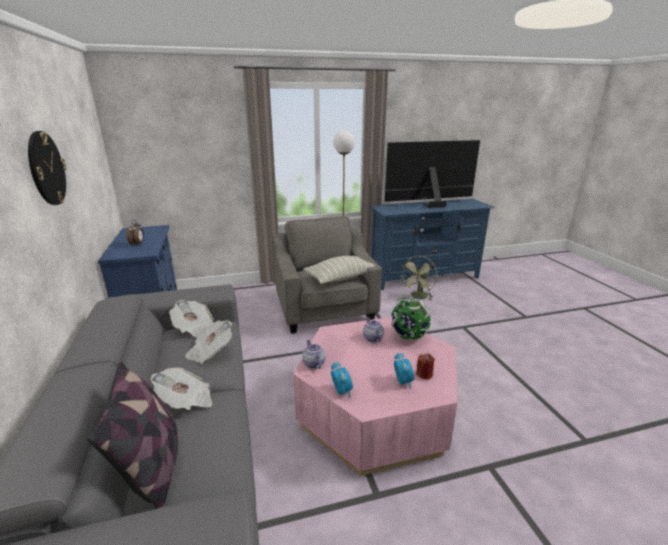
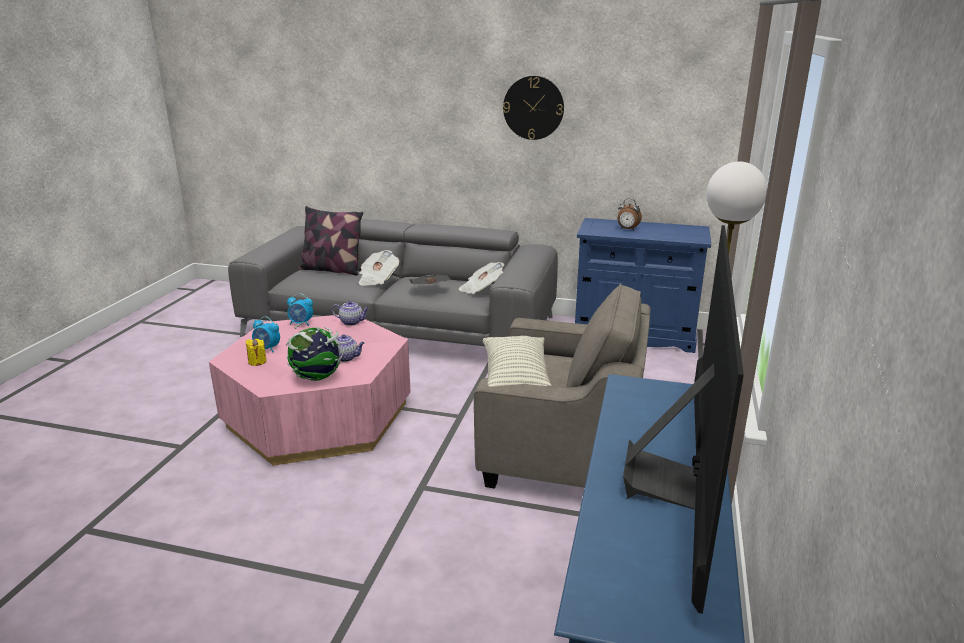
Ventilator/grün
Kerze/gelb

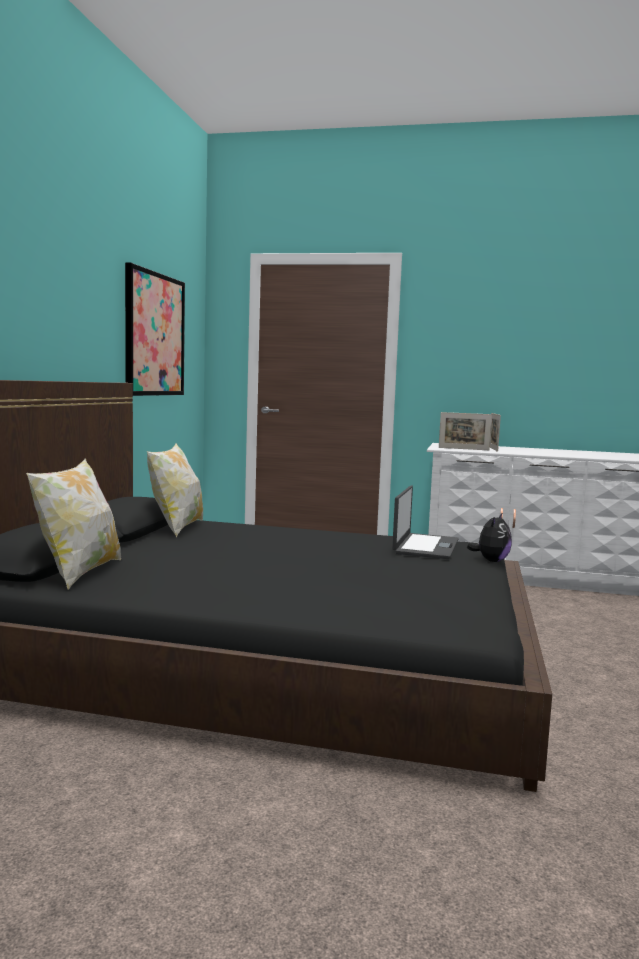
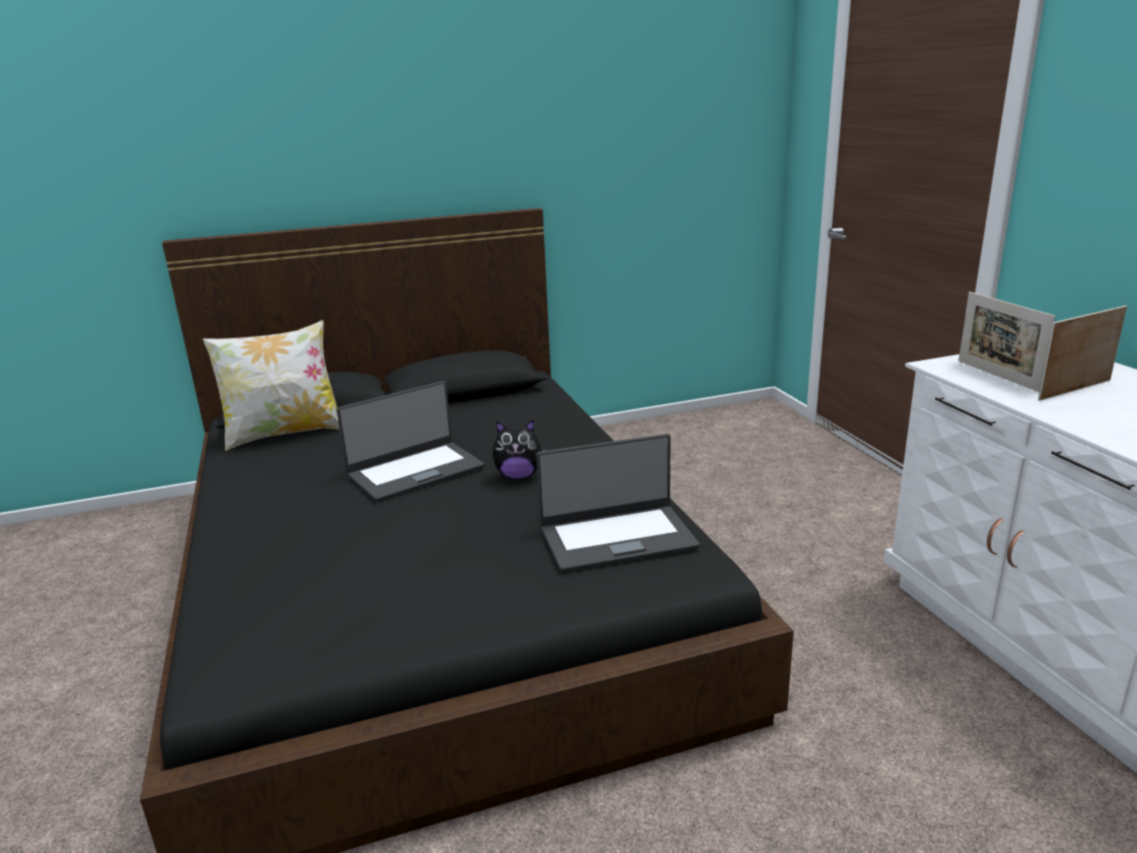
Bild
Kissen (2nd from left in the first image)
Plüschtier
Laptop (1st from left)

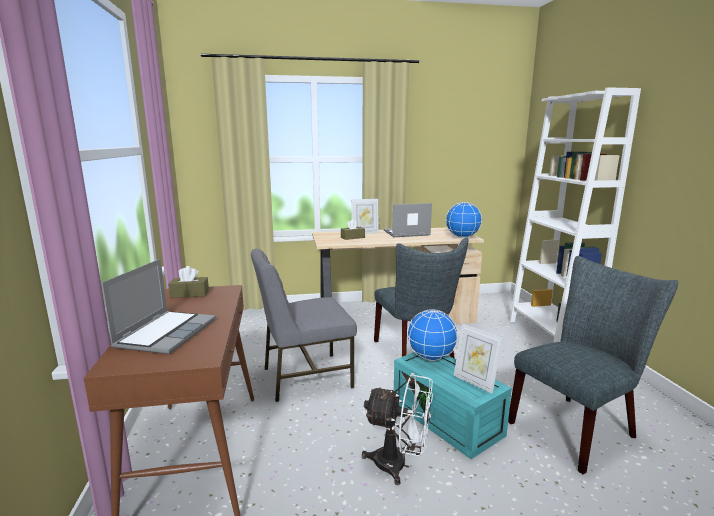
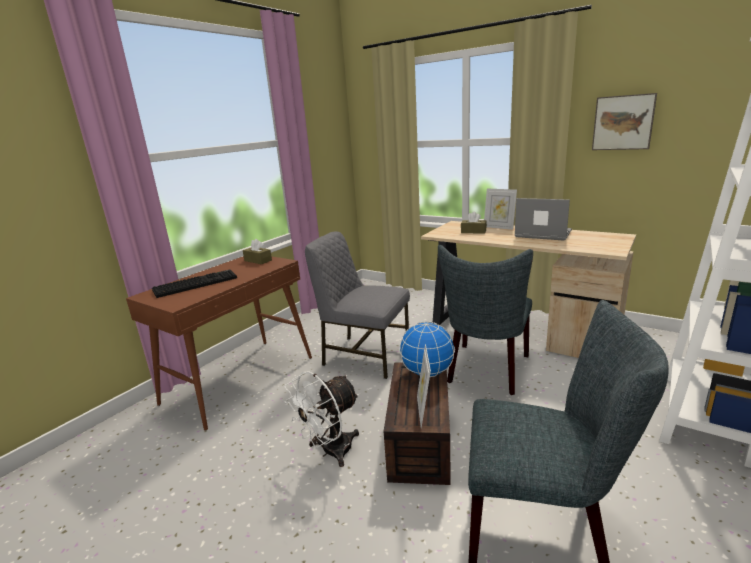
Globus (2nd from left in the first image)
Tastatur
Aufbewahrungsbox/braun
Ventilator/weiß
Bild

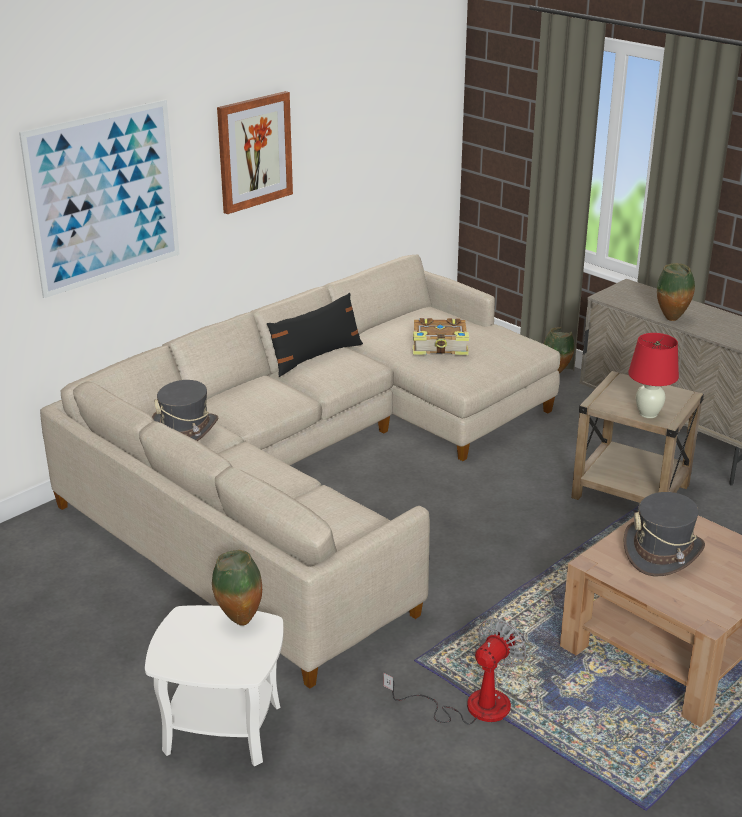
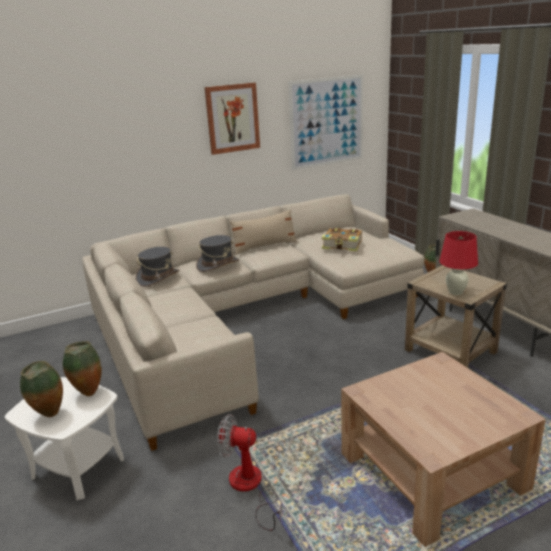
Bild (2nd from left)
Vase (1st from left)
Kissen/beige
Hut/grau (2nd from left)
Ventilator

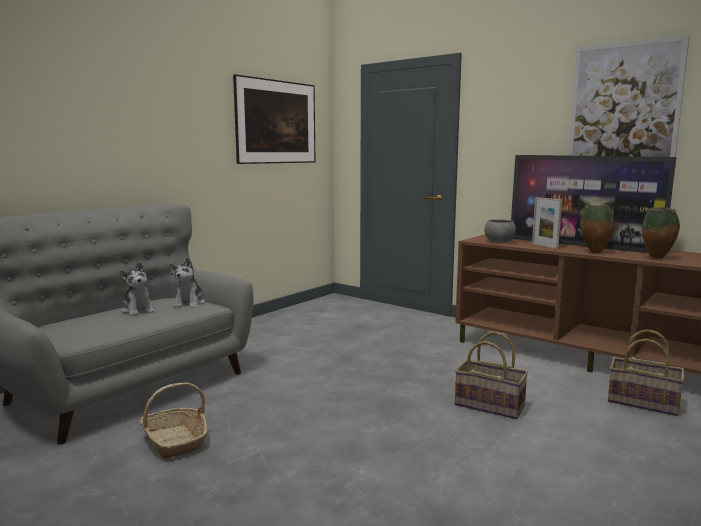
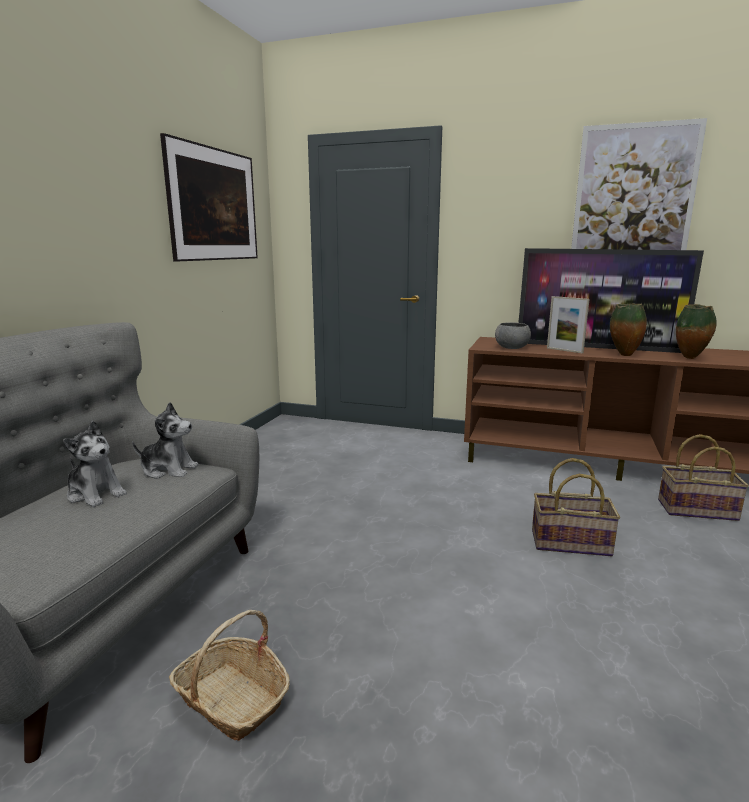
Plüschtier (2nd from left)

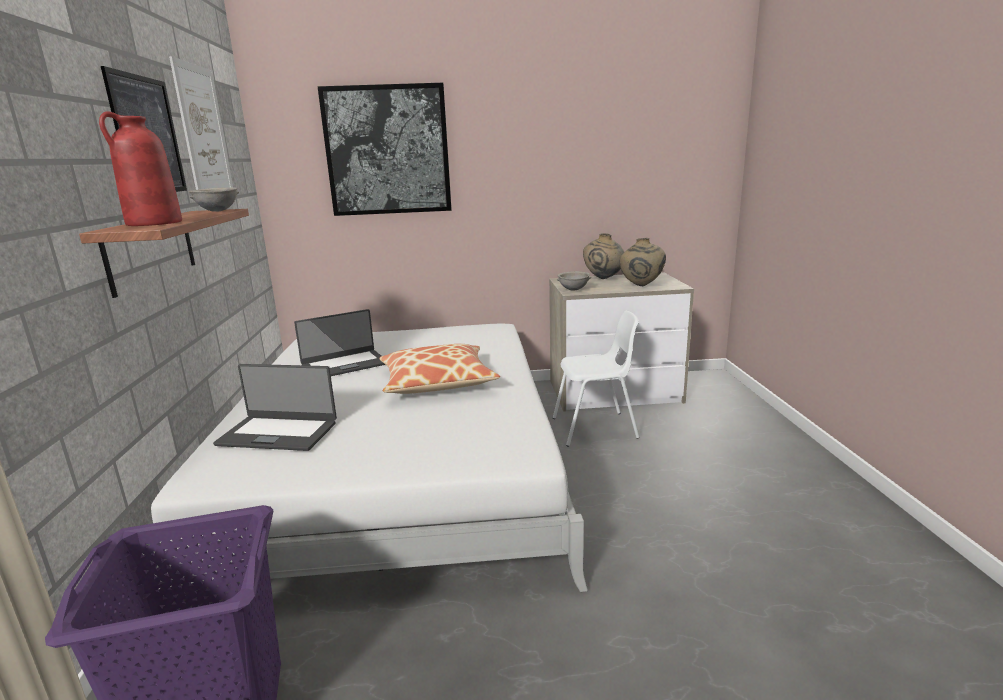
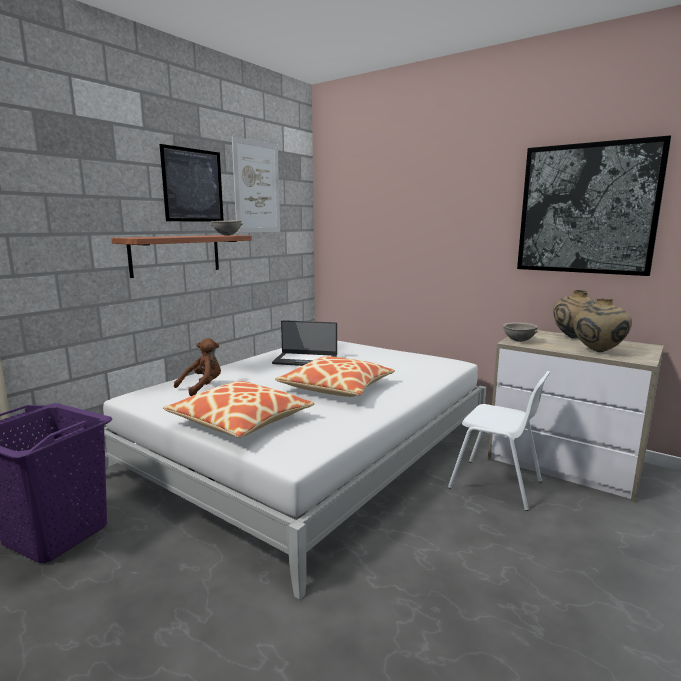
Bild (3rd from left)
Vase/rot
Plüschtier/braun
Kissen (1st from left)

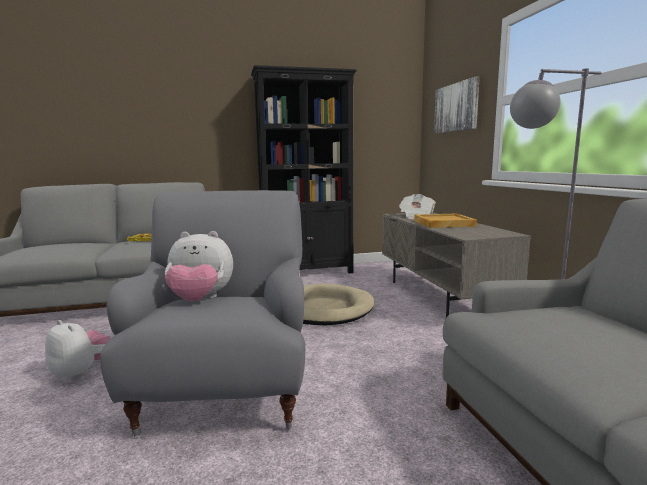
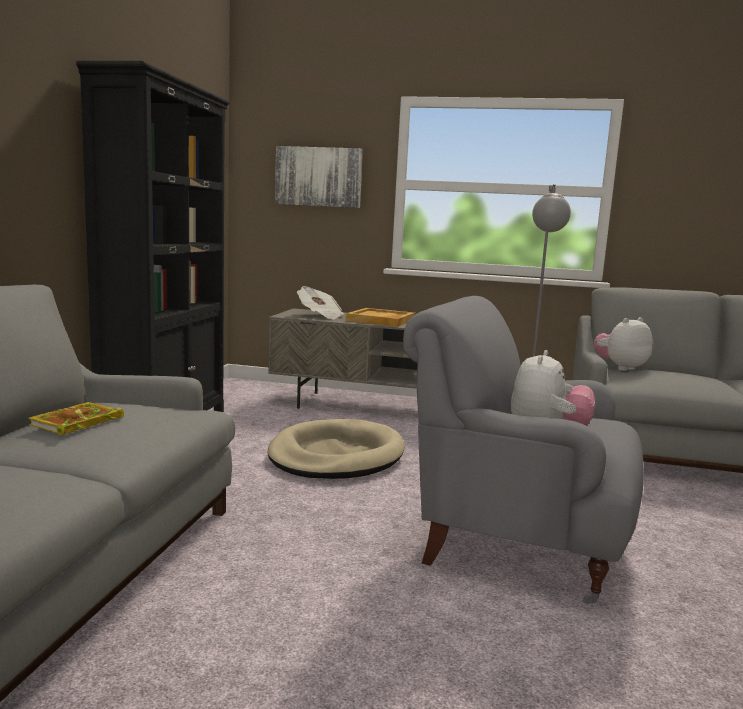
Plüschtier (2nd from left)

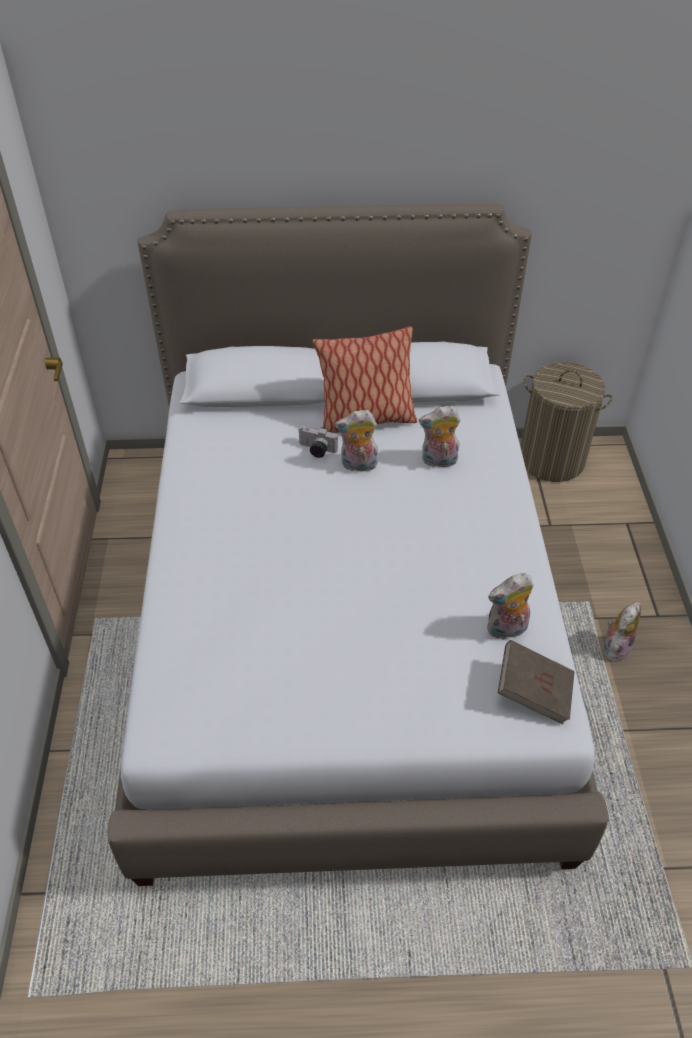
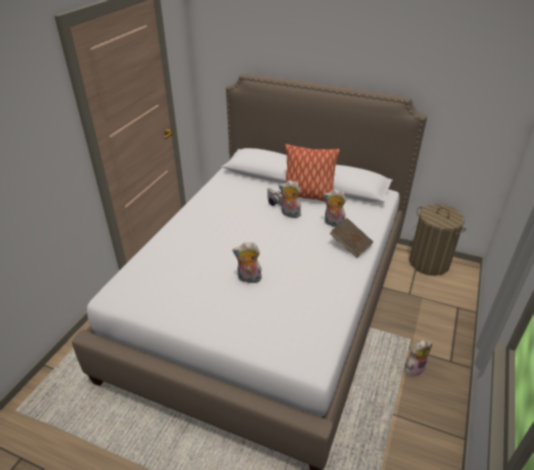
Plüschtier (1st from left)
Buch/braun

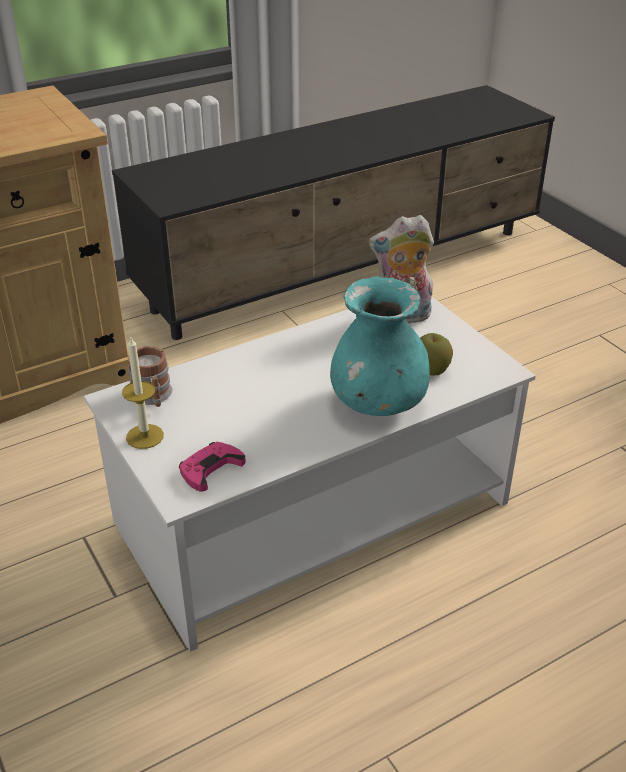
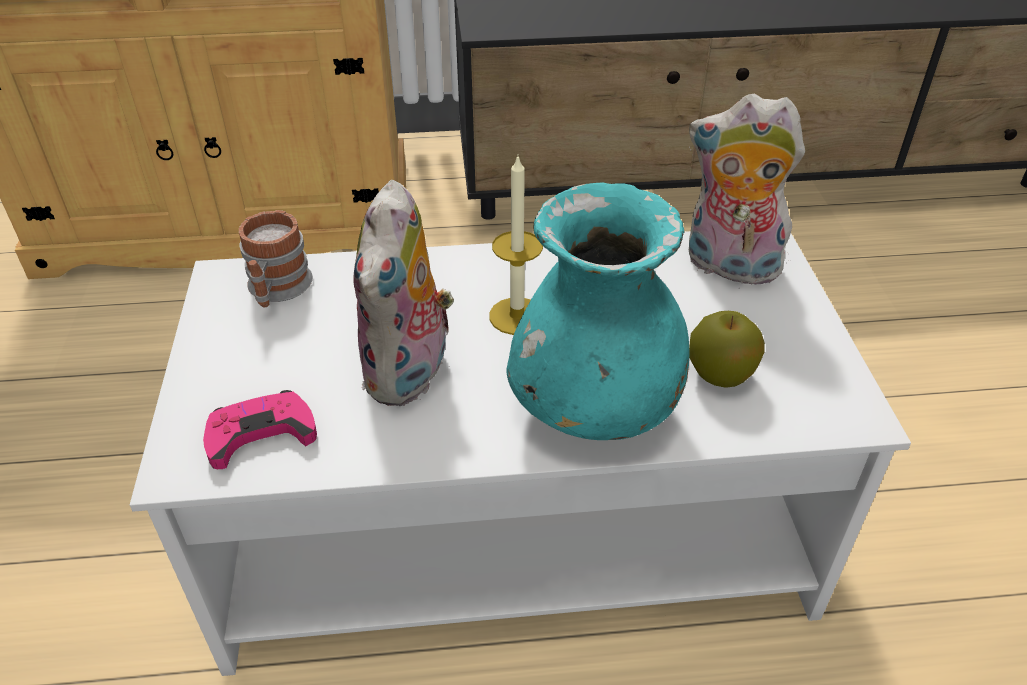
Kerze
Plüschtier (1st from left)

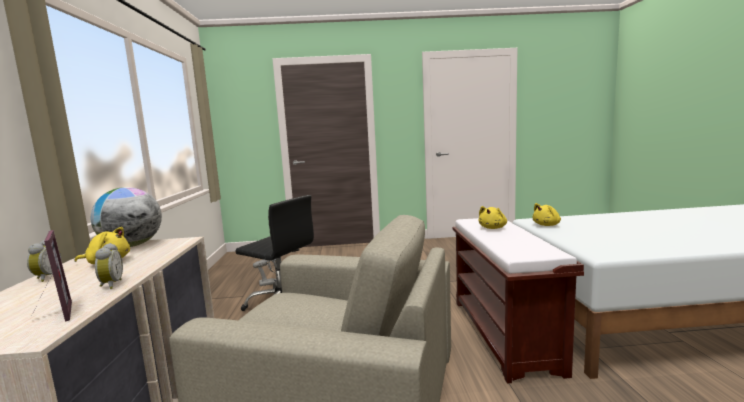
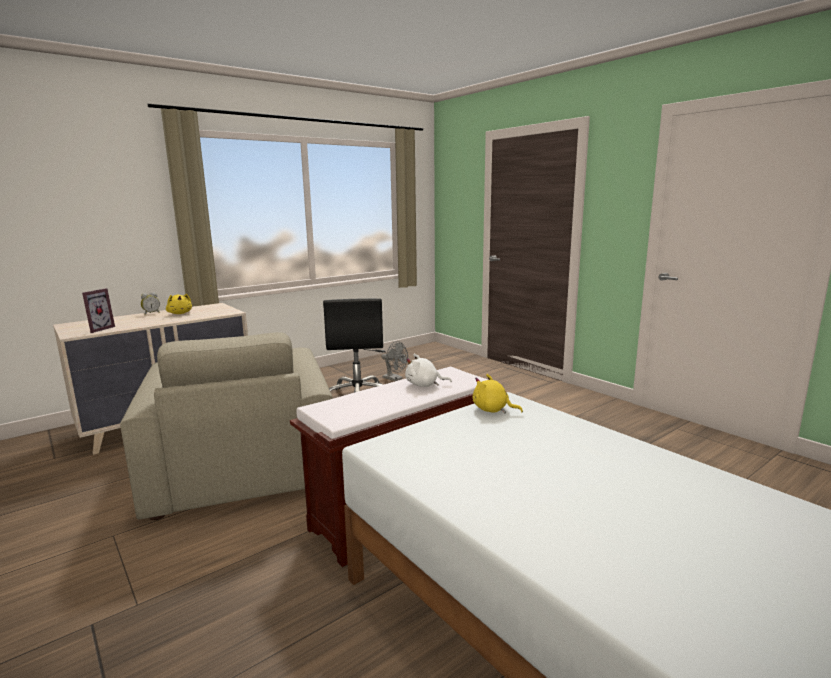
Globus
Plüschtier/weiß
Wecker (2nd from left in the first image)

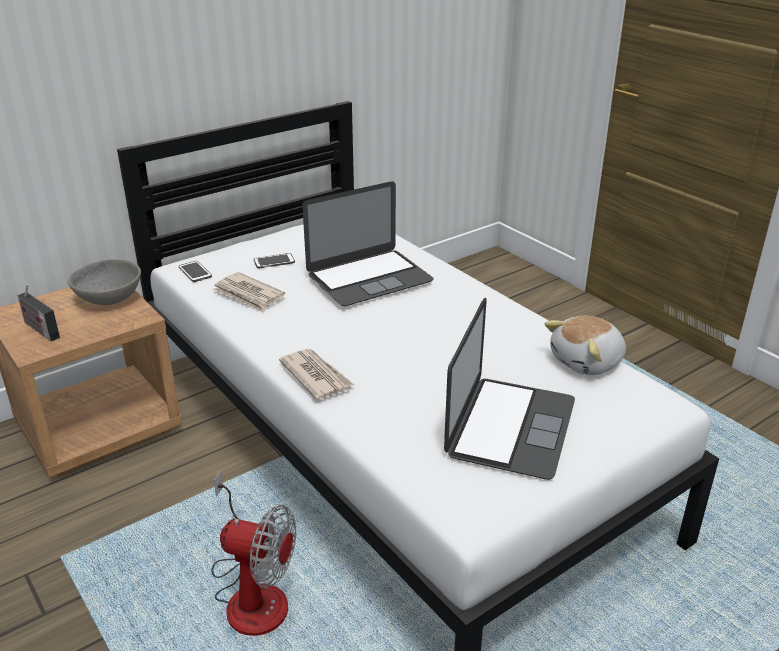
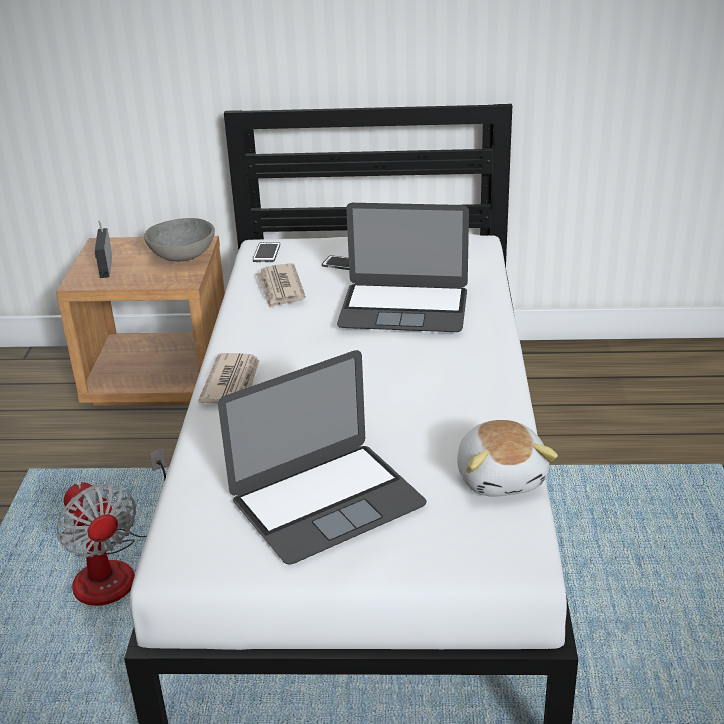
Plüschtier

